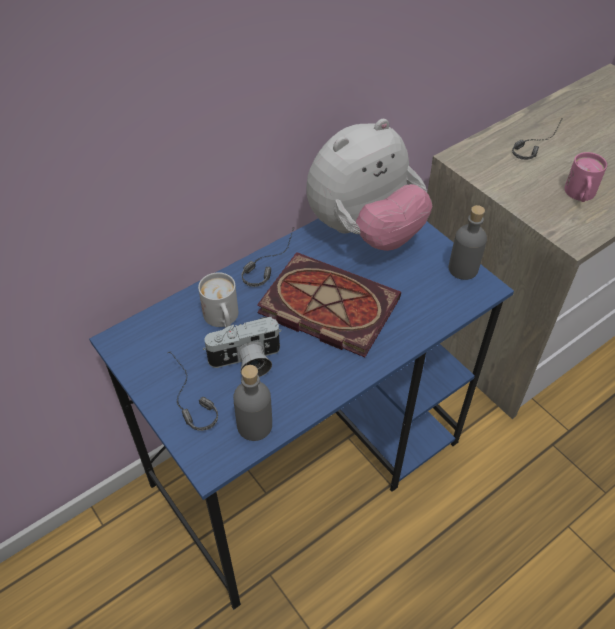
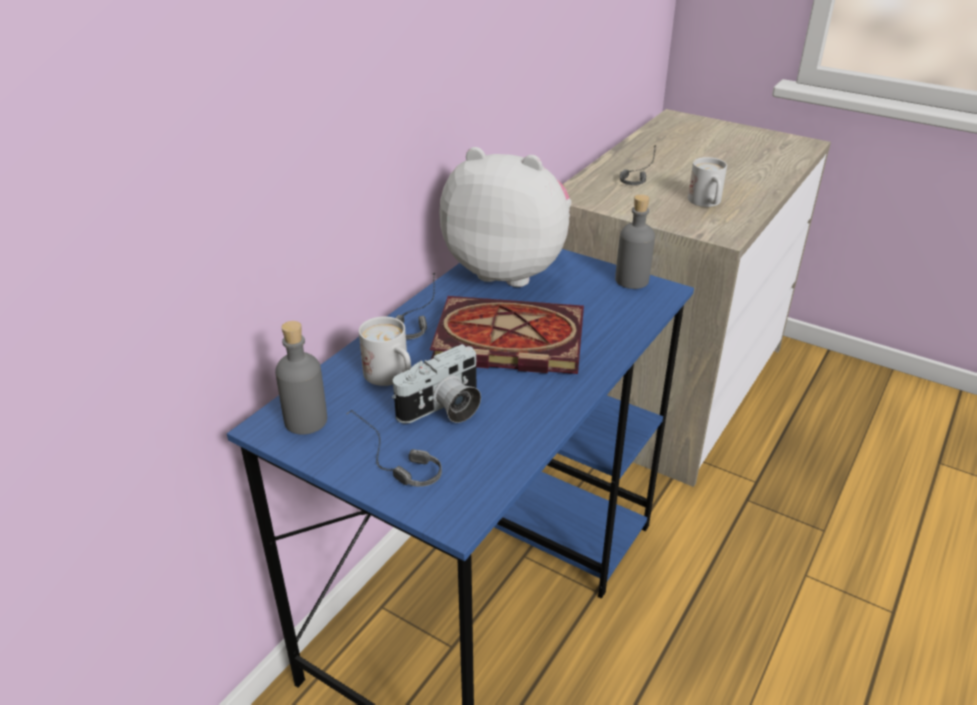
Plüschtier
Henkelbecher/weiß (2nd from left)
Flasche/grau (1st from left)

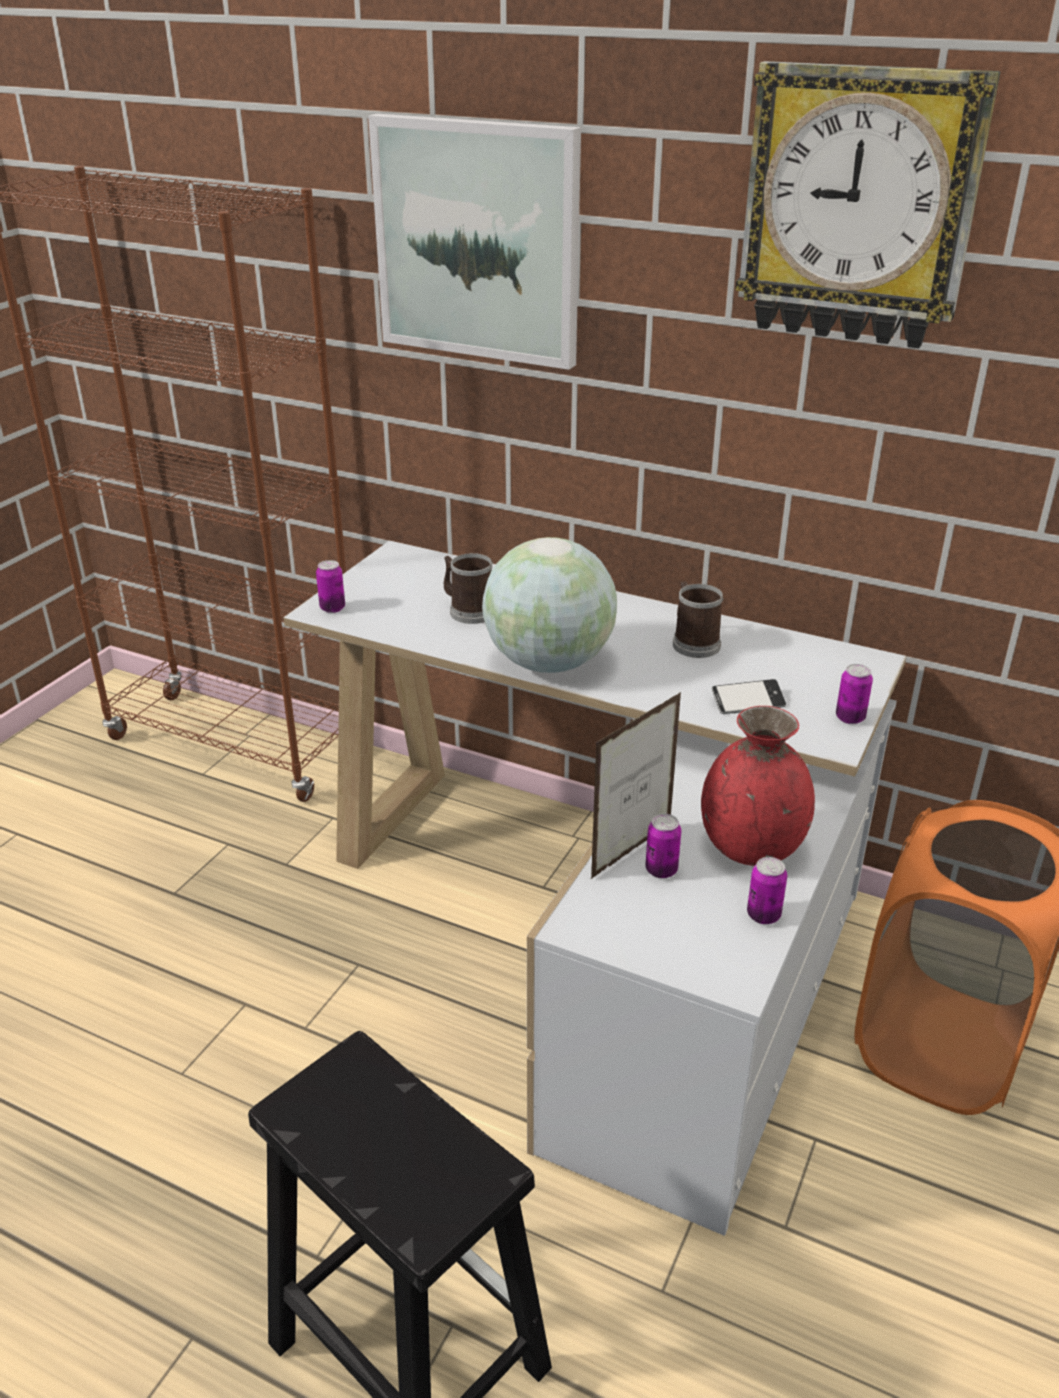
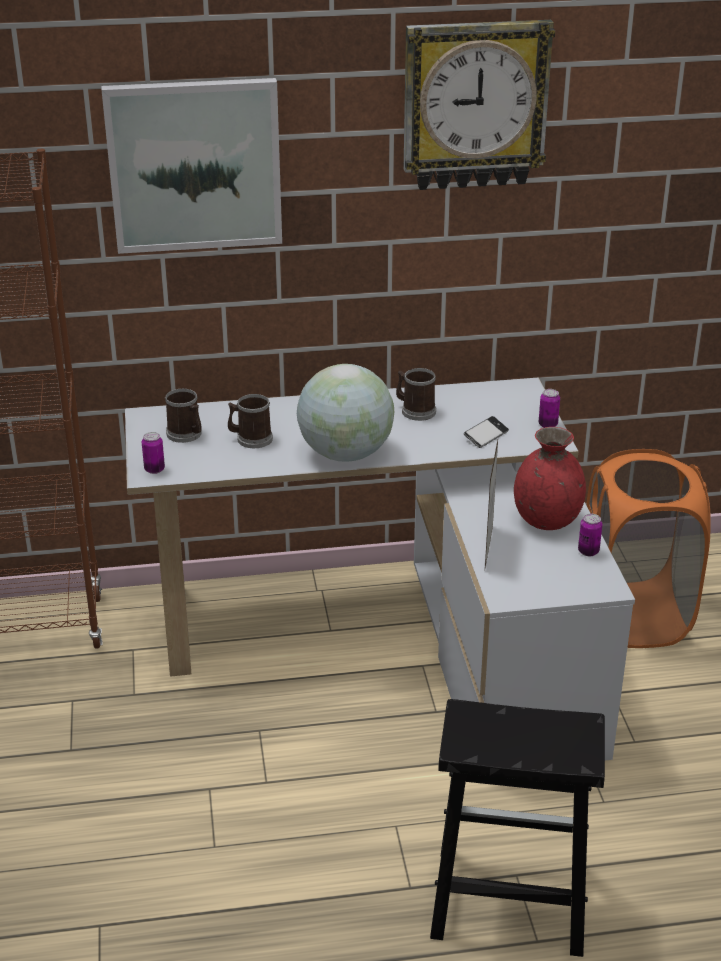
Dose (2nd from left in the first image)
Henkelbecher (1st from left)

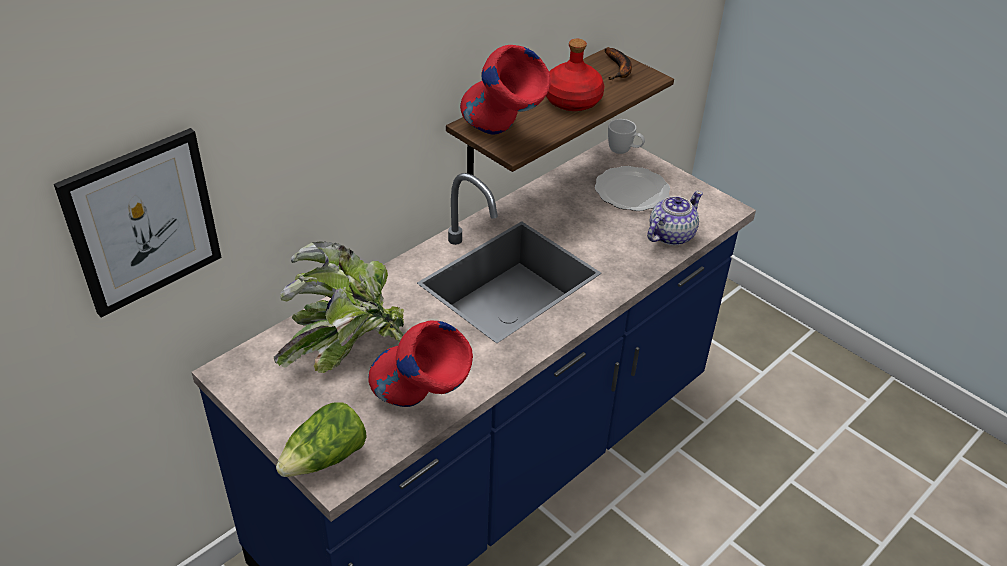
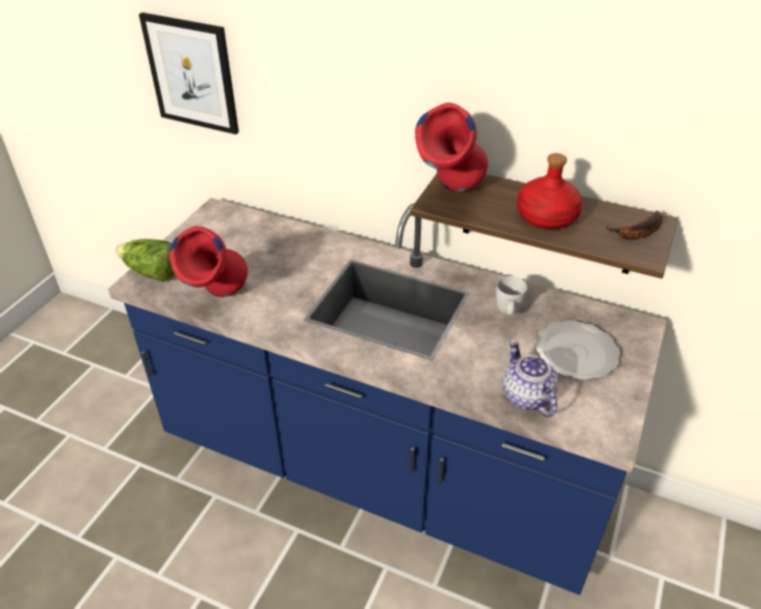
Henkelbecher/weiß
Teekanne
Topfpflanze

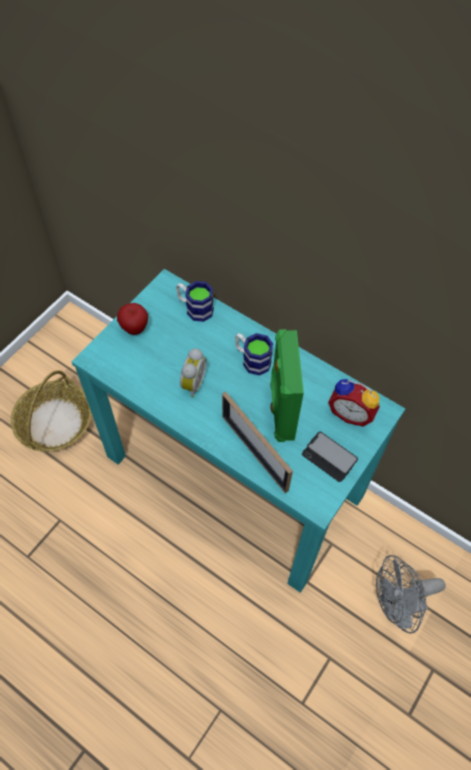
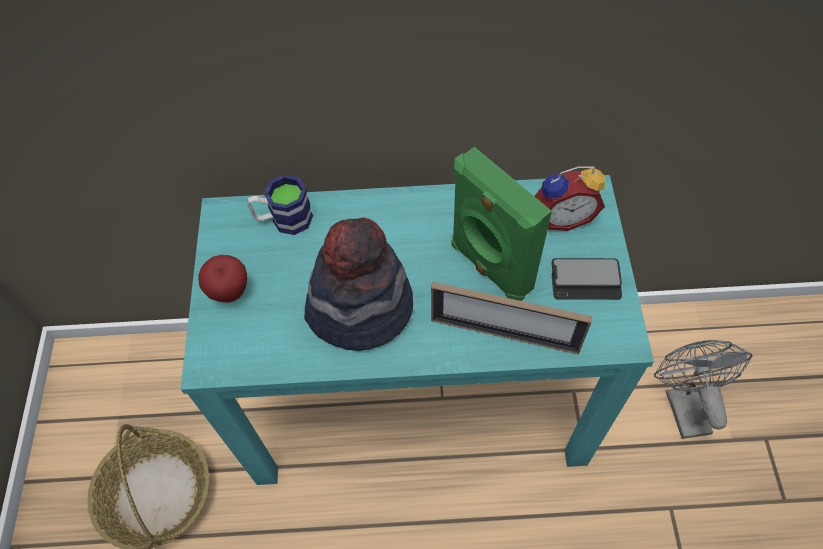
Henkelbecher (2nd from left in the first image)
Hut
Ventilator/grau

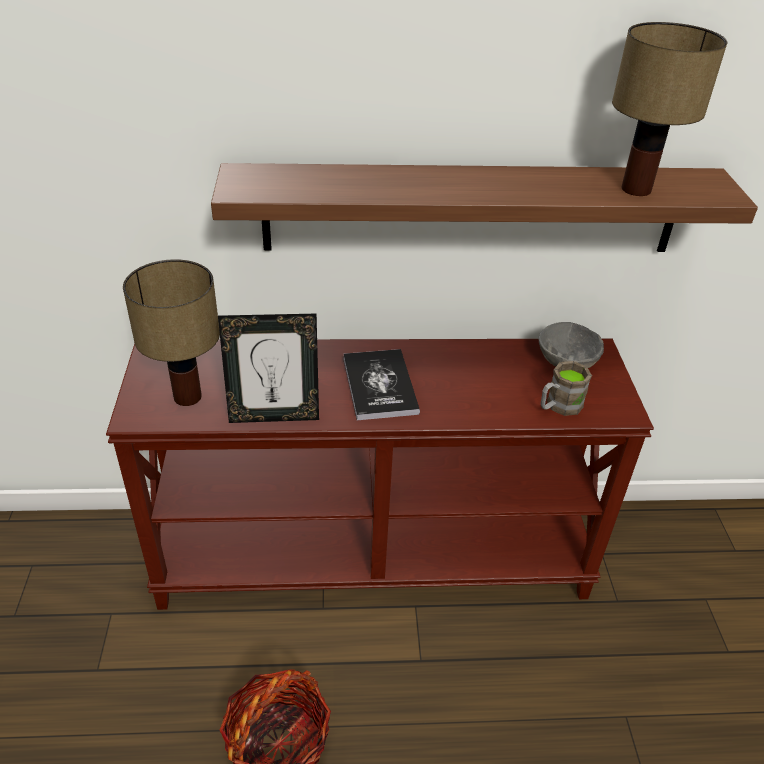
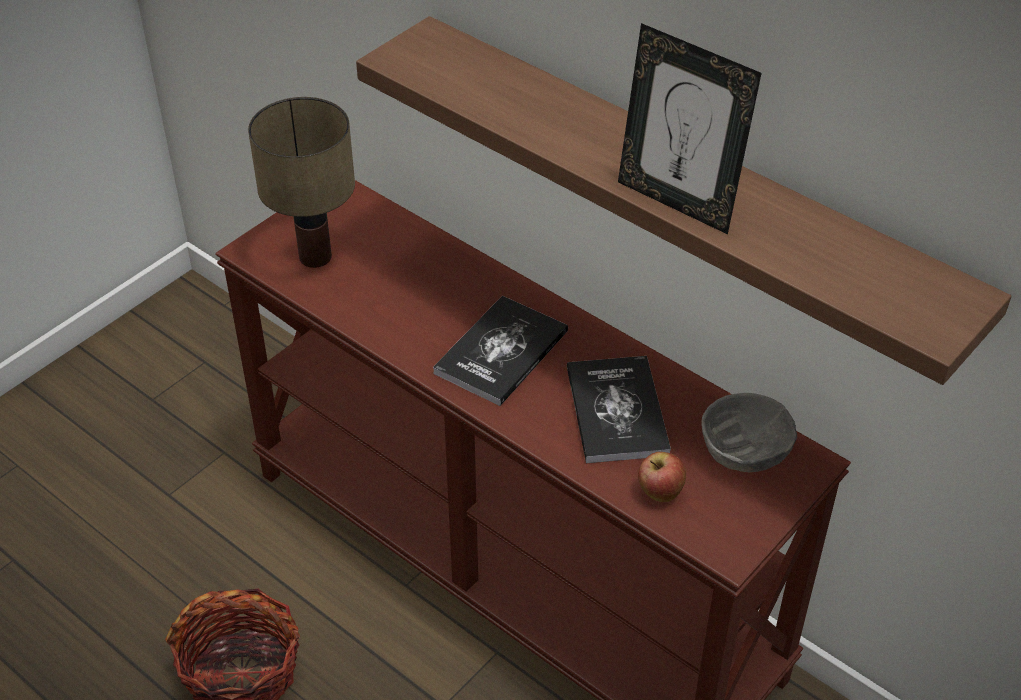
Tischlampe (2nd from left in the first image)
Bilderrahmen
Apfel
Buch (2nd from left)

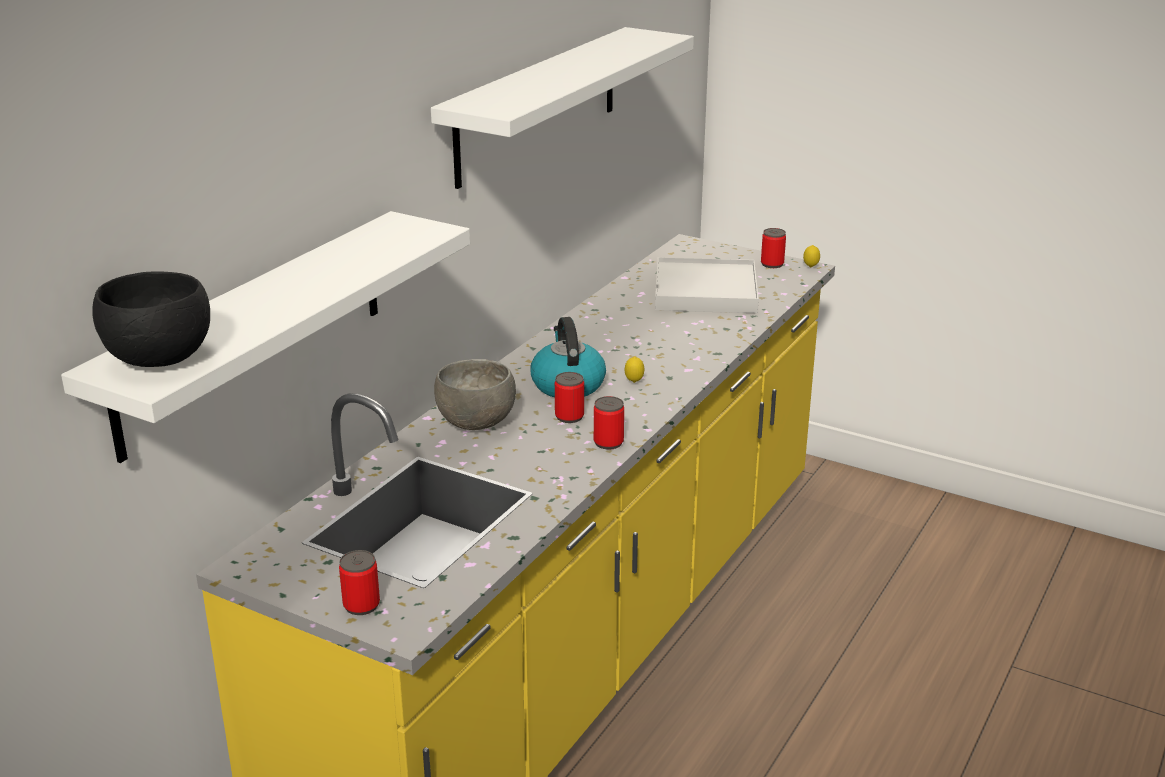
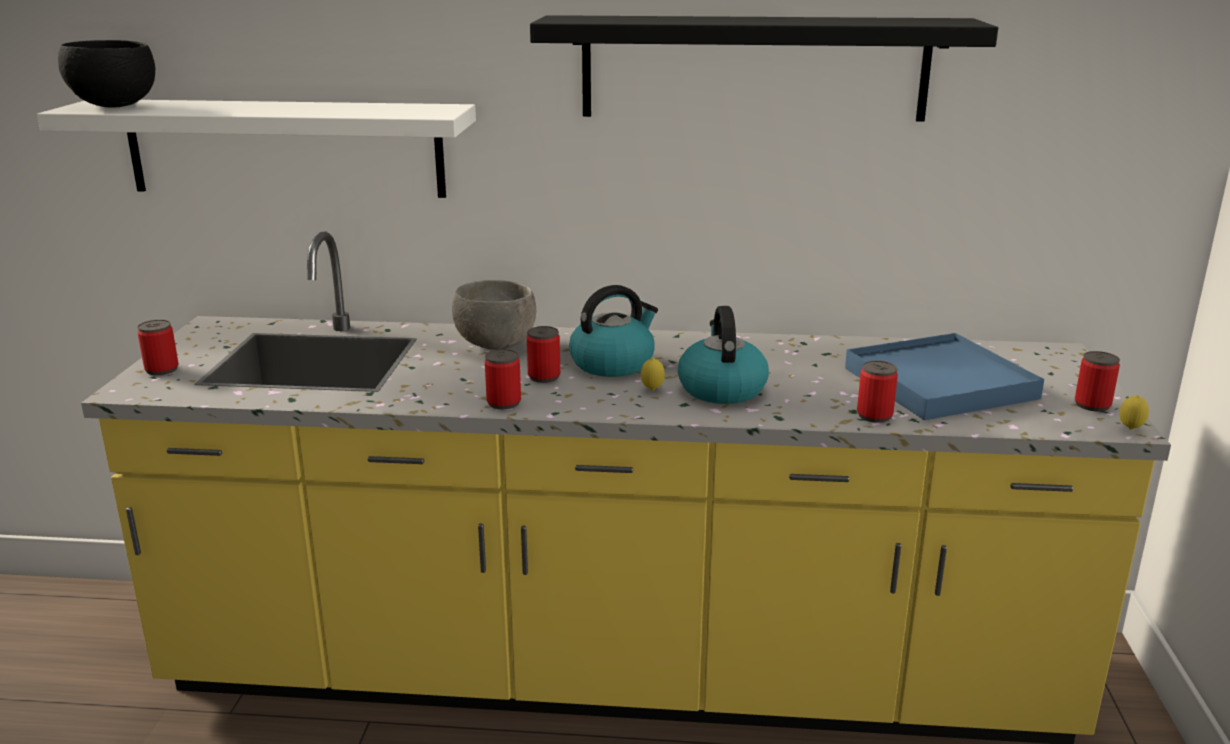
Wandregal/schwarz
Tablett/blau
Wasserkessel (2nd from left)
Dose (4th from left)

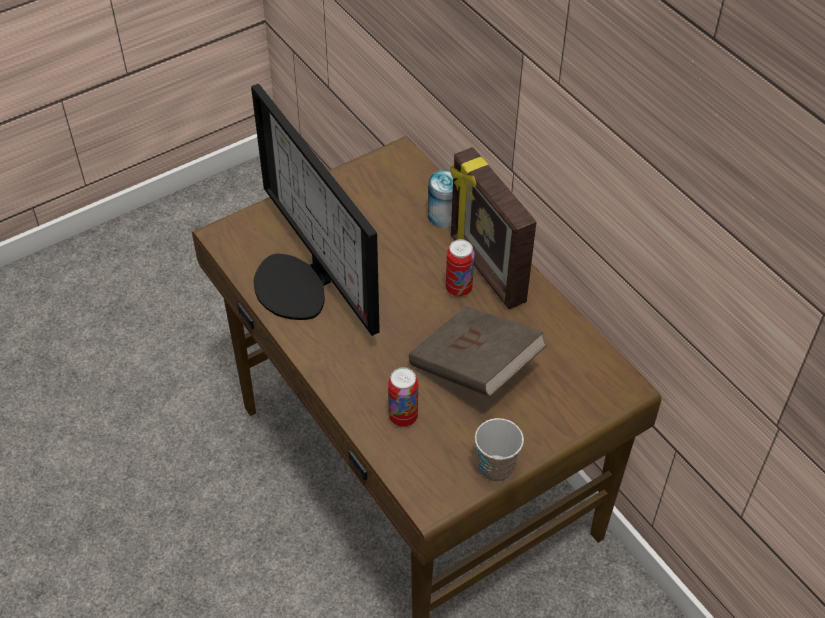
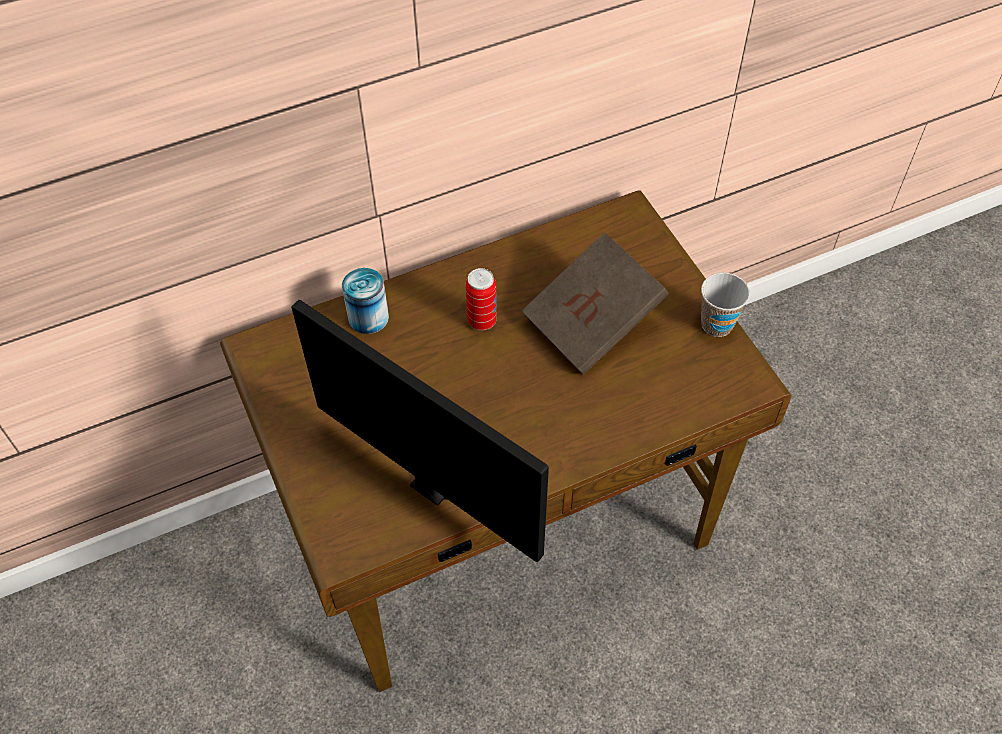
Monitor
Bilderrahmen
Dose (1st from left in the first image)

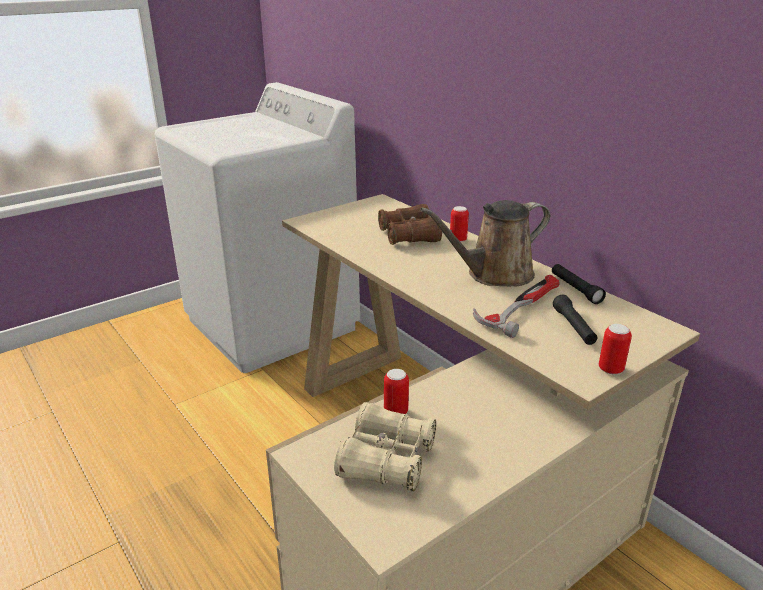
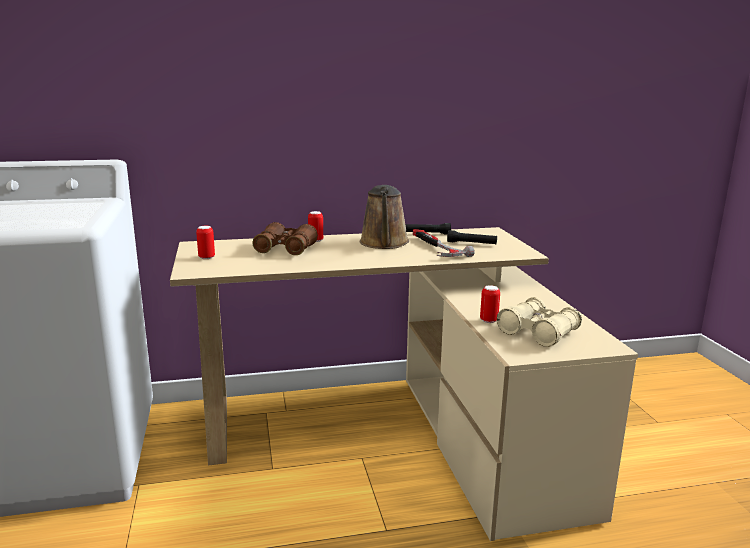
Dose (1st from left)

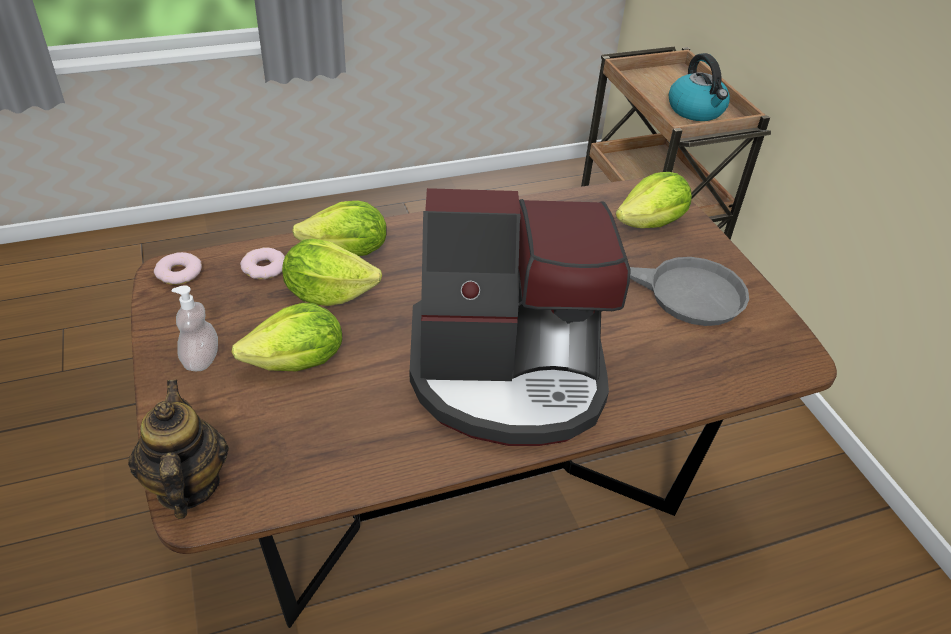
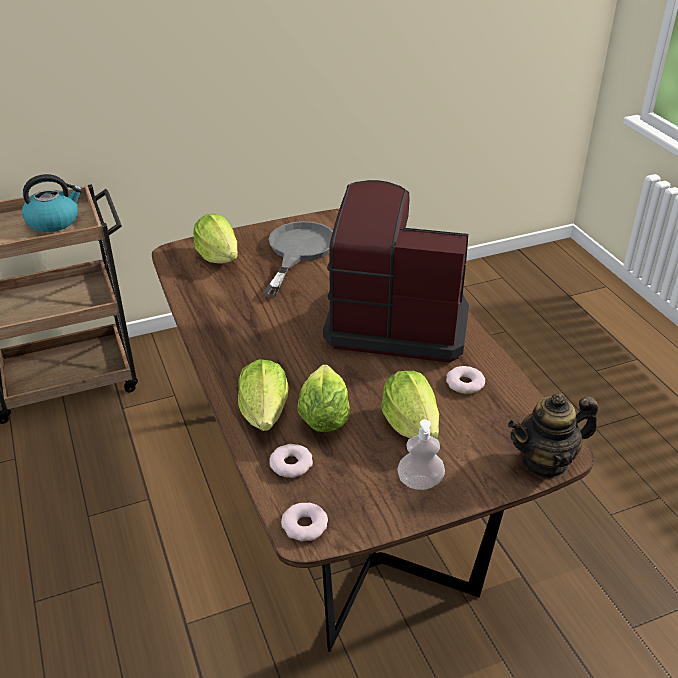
Kaffeemaschine
Donut (3rd from left)

